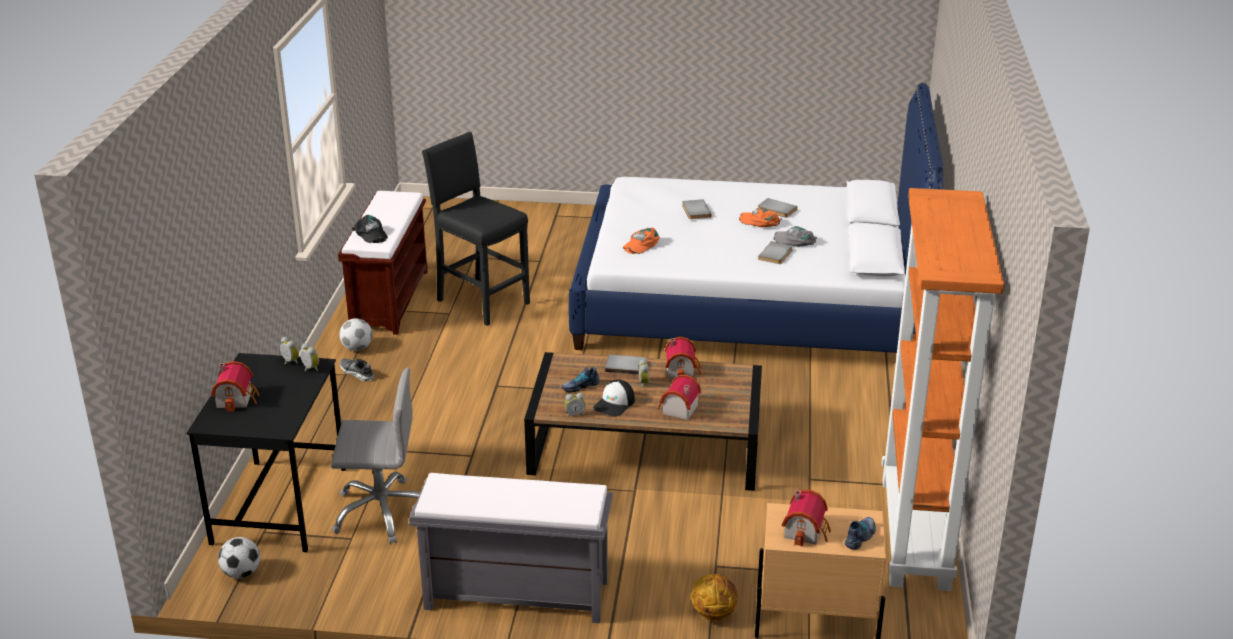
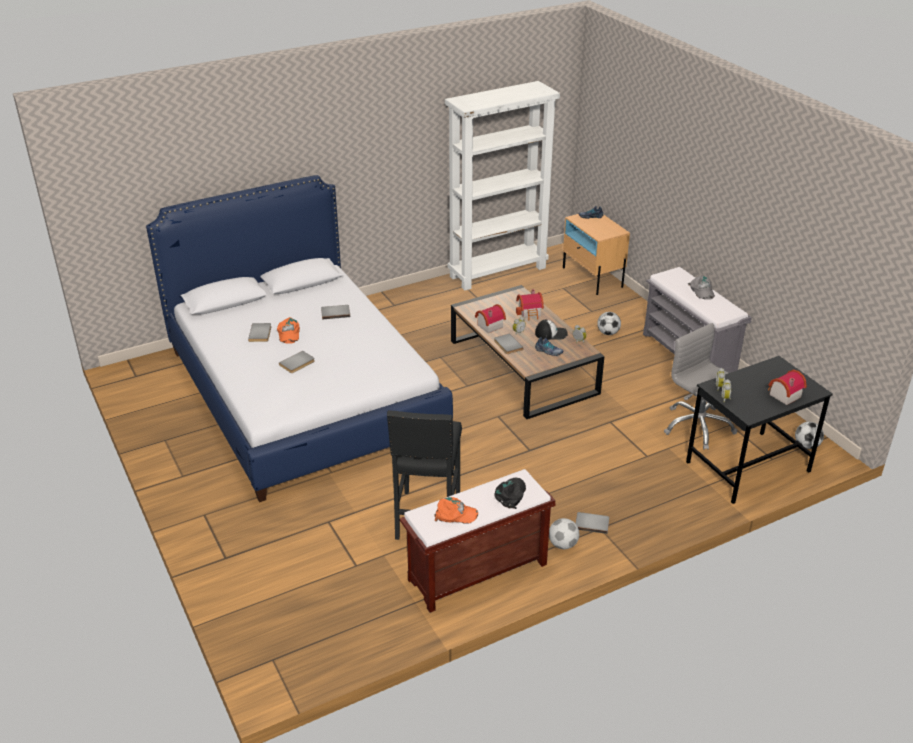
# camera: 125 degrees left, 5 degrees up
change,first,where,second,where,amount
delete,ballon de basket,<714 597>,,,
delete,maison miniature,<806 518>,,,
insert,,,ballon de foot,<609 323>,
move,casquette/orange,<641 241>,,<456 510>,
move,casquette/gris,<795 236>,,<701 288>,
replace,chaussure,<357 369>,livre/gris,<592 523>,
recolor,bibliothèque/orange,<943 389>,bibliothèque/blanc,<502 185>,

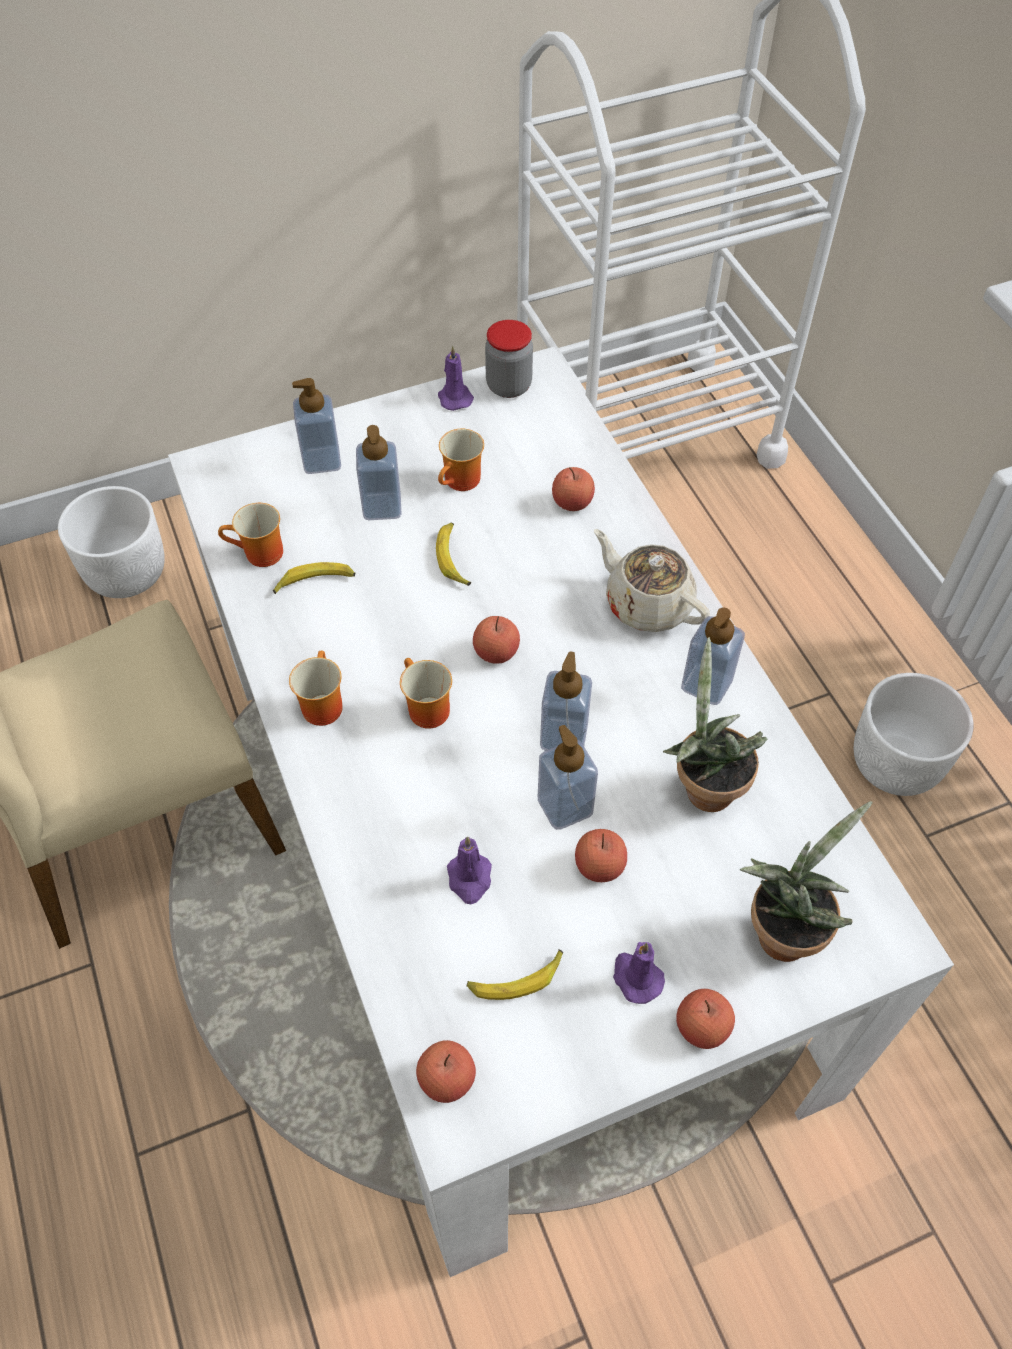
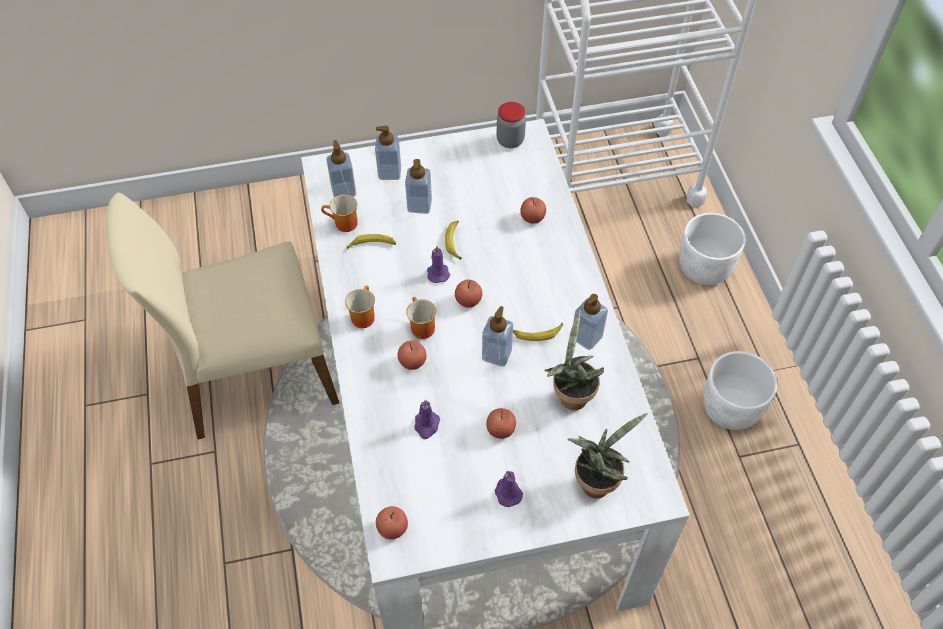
# camera: 10 degrees right, 0 degrees up
change,first,where,second,where,amount
delete,mug,<461 460>,,,
delete,théière/beige,<652 580>,,,
move,cache-pot/blanc,<111 542>,,<712 249>,
move,bougie/violet,<456 378>,,<438 264>,
move,banane,<515 974>,,<538 332>,
move,distributeur de savon,<568 777>,,<341 168>,
move,pomme,<705 1019>,,<412 355>,

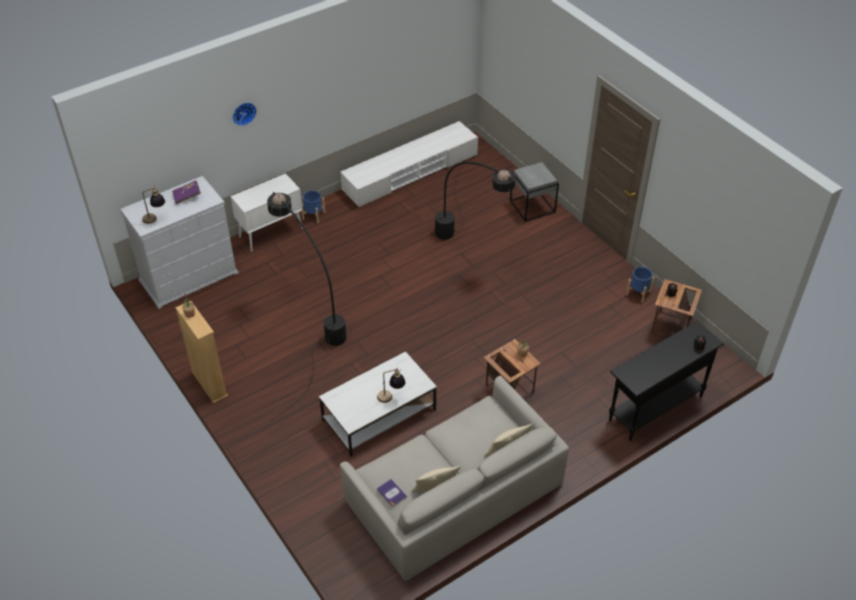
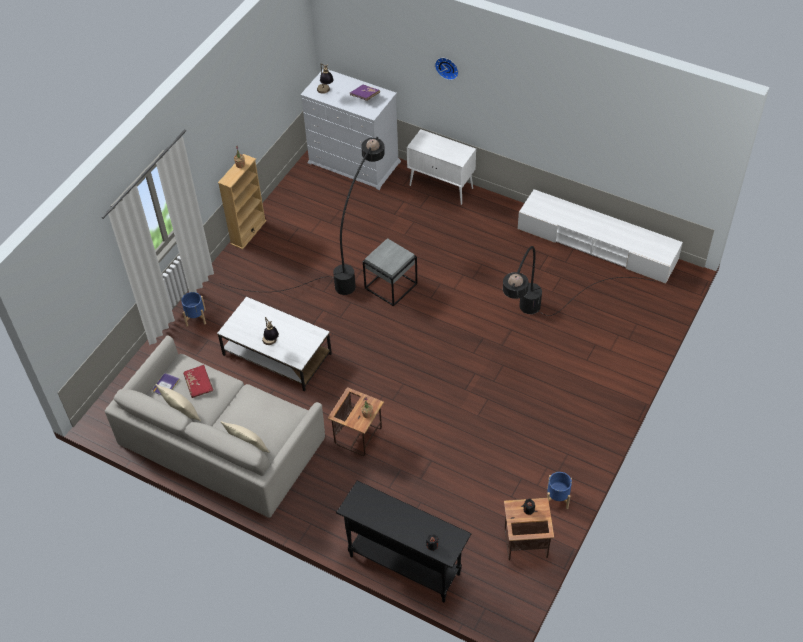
# camera: 65 degrees right, 5 degrees up
change,first,where,second,where,amount
insert,,,livre/rouge,<198 381>,
move,cache-pot/bleu,<313 206>,,<193 309>,
move,table d'appoint/gris,<534 192>,,<390 272>,

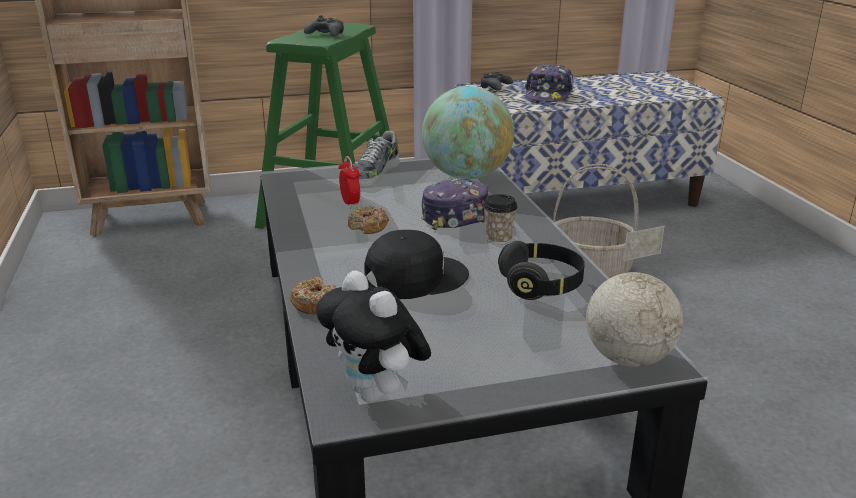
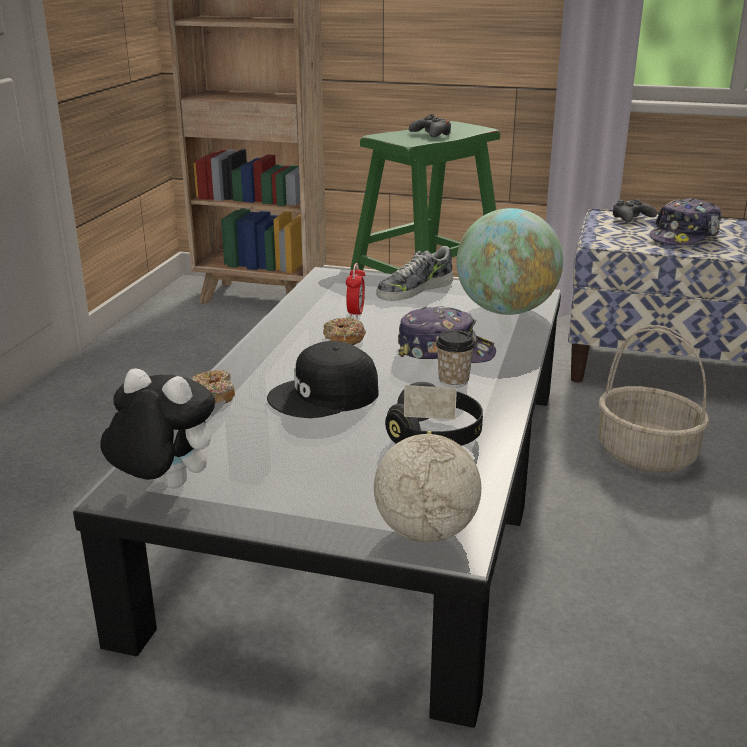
# camera: 30 degrees right, 0 degrees up
change,first,where,second,where,amount
rotate,peluche,<373 336>,,<157 428>,120 degrees clockwise
rotate,casquette/noir,<416 264>,,<322 379>,150 degrees clockwise

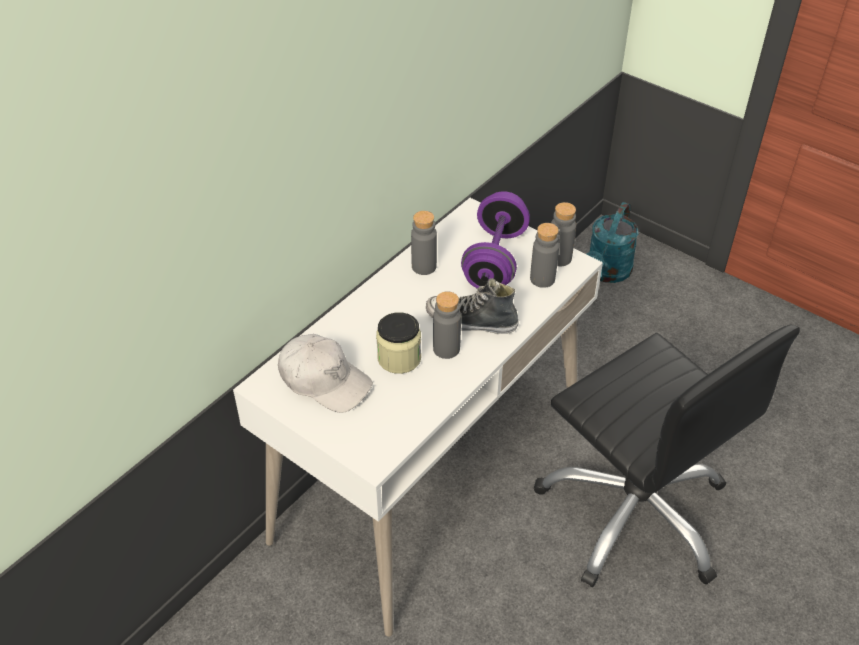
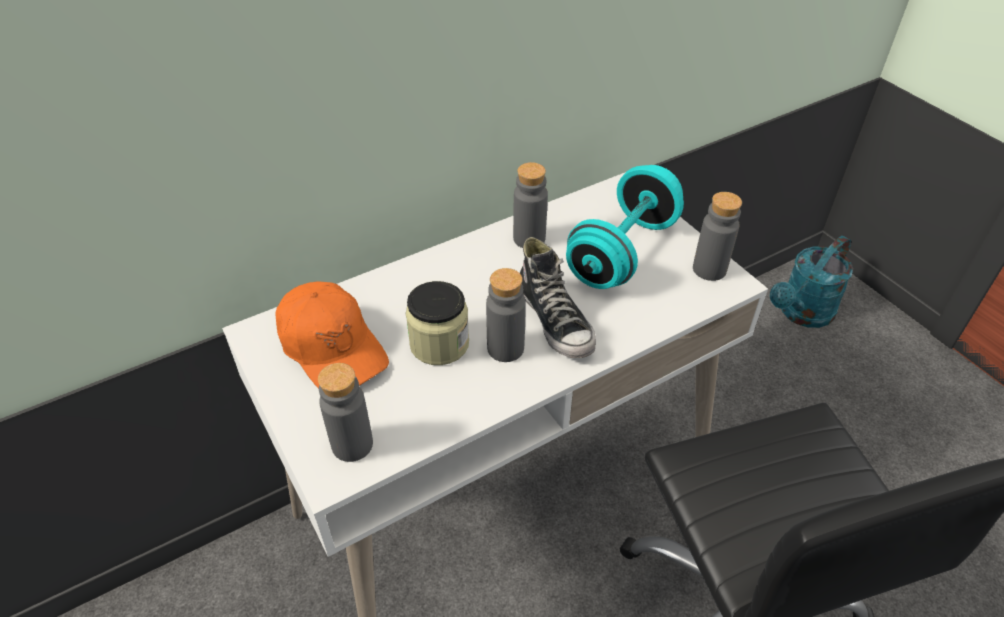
# camera: 20 degrees right, 0 degrees up
change,first,where,second,where,amount
move,bouteille/gris,<544 255>,,<345 412>,
recolor,casquette/blanc,<325 373>,casquette/orange,<332 335>,
recolor,haltère/violet,<495 240>,haltère/turquoise,<625 227>,
rotate,chaussure,<472 306>,,<558 297>,150 degrees counterclockwise

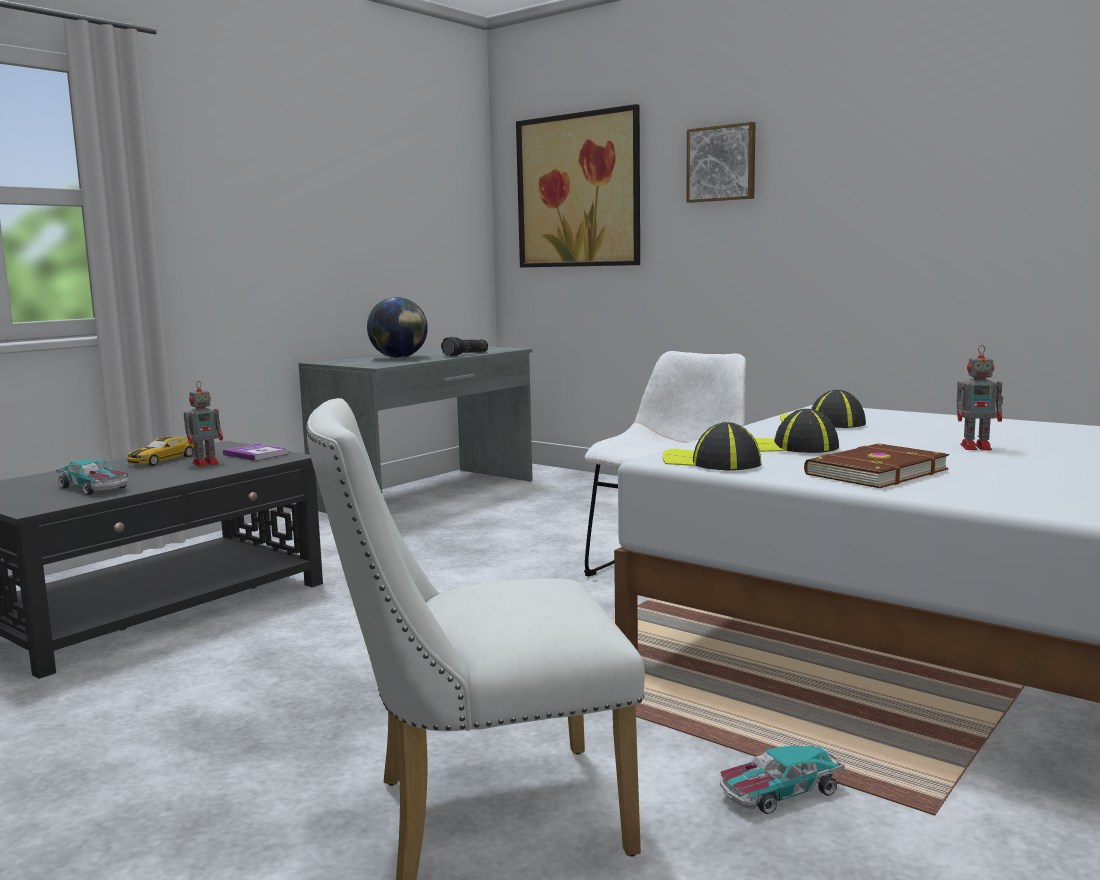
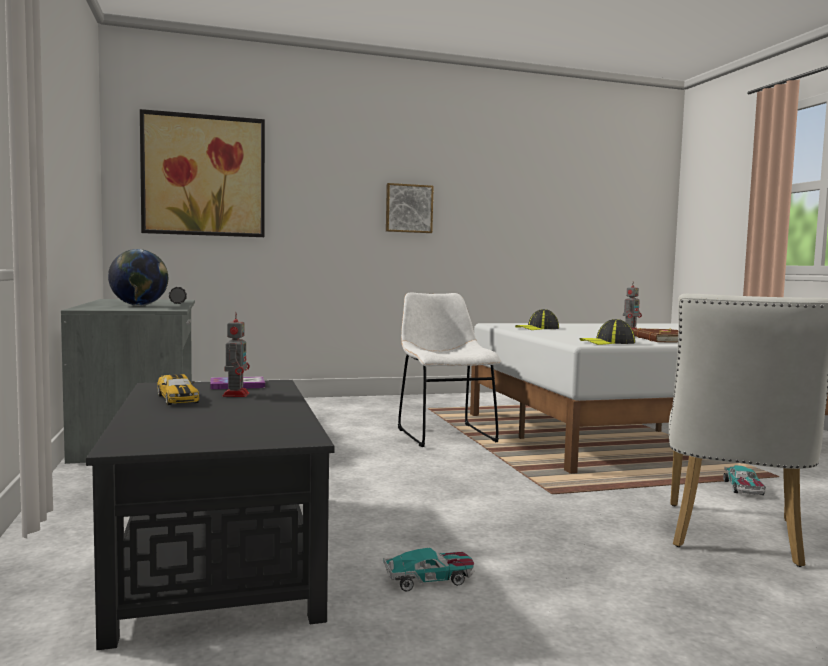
# camera: 55 degrees left, 5 degrees down
change,first,where,second,where,amount
delete,casquette,<796 431>,,,
move,petite voiture,<92 477>,,<428 569>,
move,tableau,<720 162>,,<410 208>,

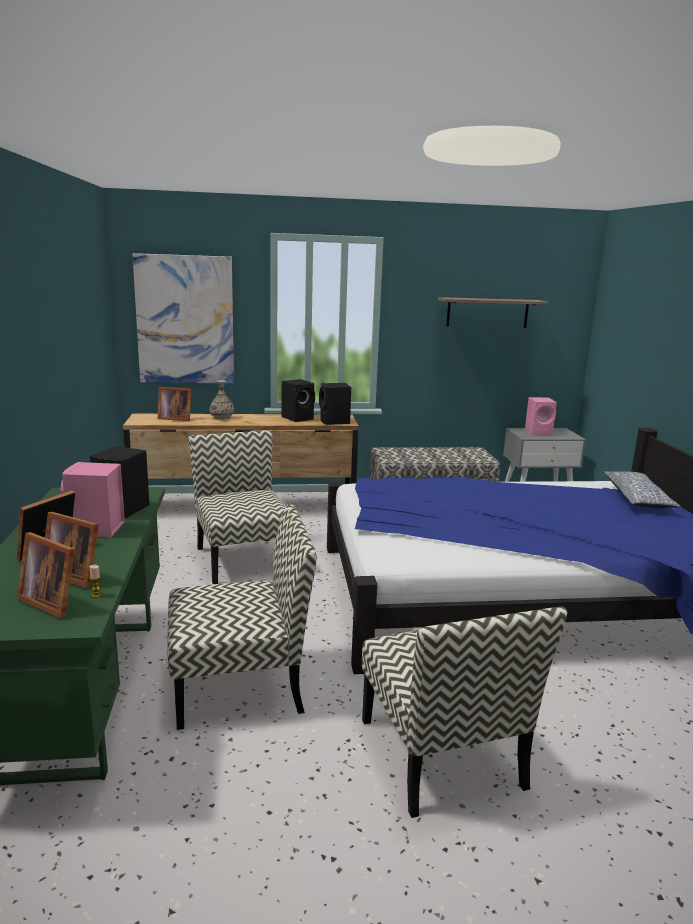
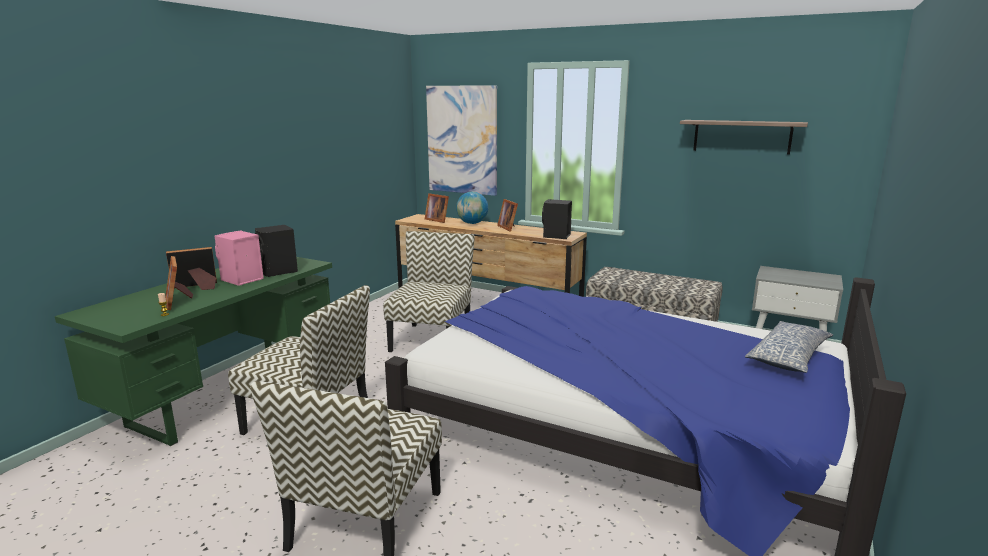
# camera: 35 degrees right, 0 degrees up
change,first,where,second,where,amount
delete,enceinte/noir,<298 400>,,,
delete,enceinte/rose,<541 416>,,,
move,cadre photo,<46 575>,,<507 215>,
replace,vase,<221 400>,globe,<472 208>,

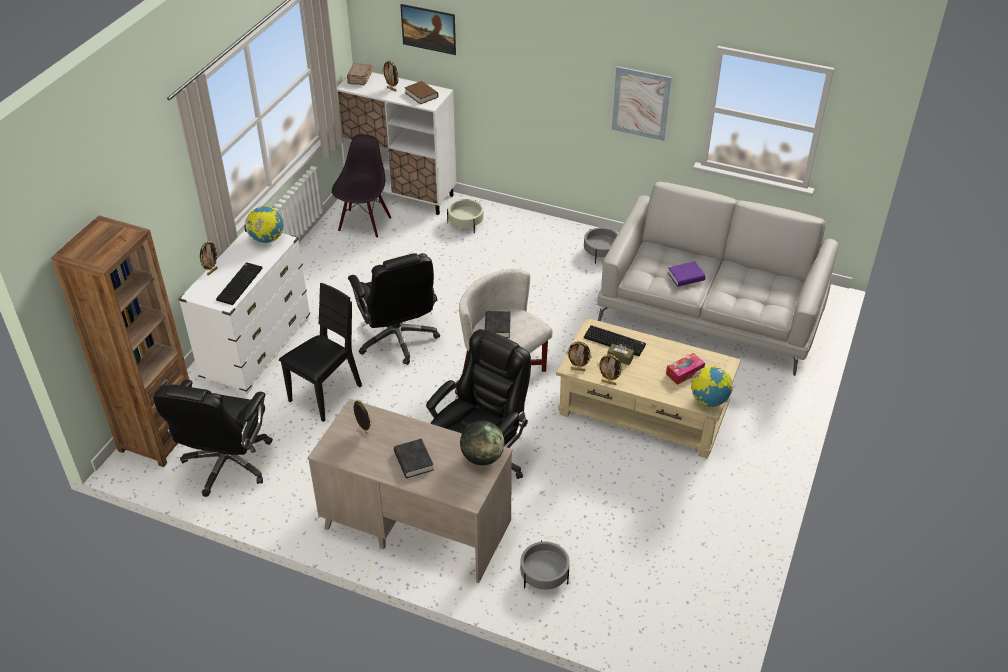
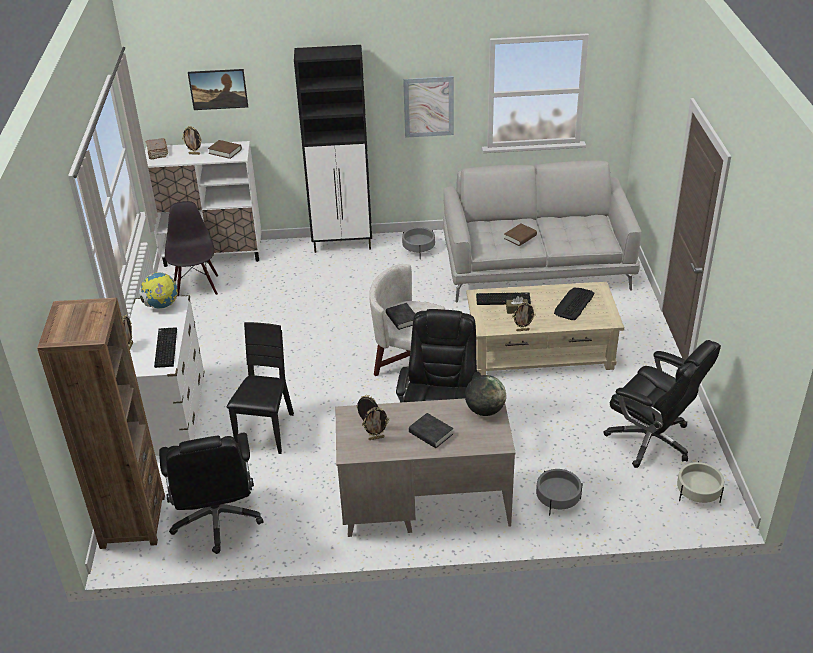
# camera: 25 degrees left, 5 degrees down
change,first,where,second,where,amount
delete,globe,<712 386>,,,
insert,,,meuble de rangement/noir,<333 149>,
move,chaise de bureau/noir,<394 309>,,<662 404>,
move,cache-pot/beige,<465 216>,,<700 482>,
move,cadre photo,<579 356>,,<375 423>,
replace,boîte à mouchoirs,<685 369>,clavier,<574 304>,
recolor,livre/violet,<687 274>,livre/marron,<520 235>,

